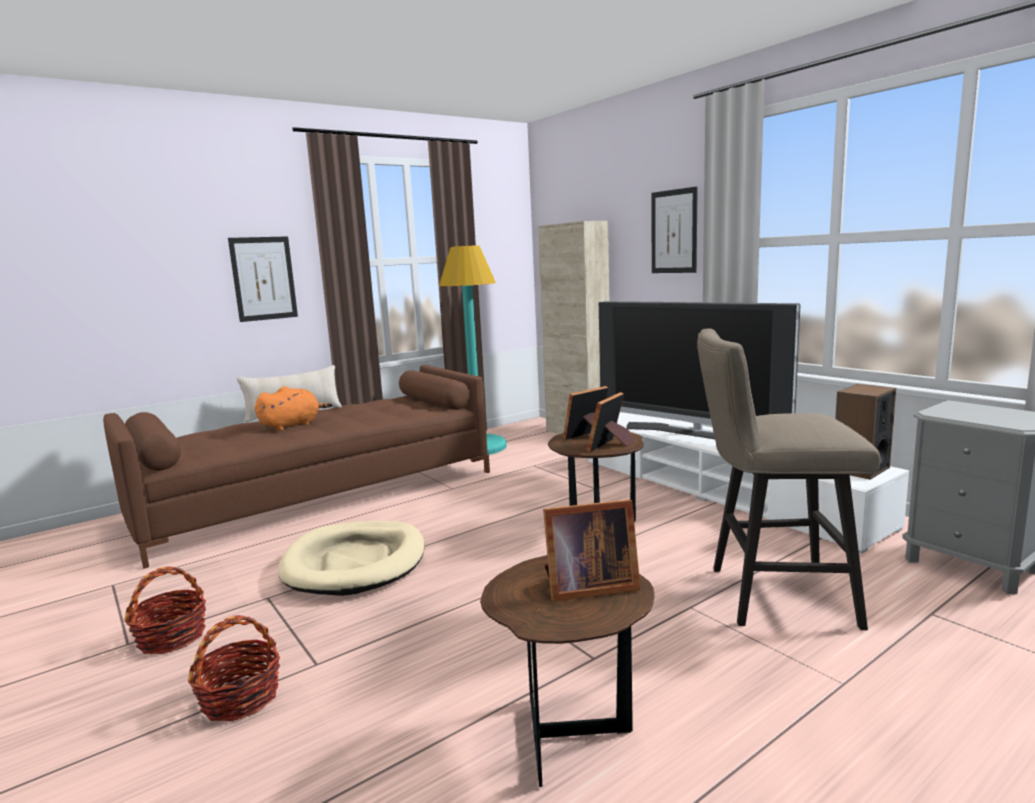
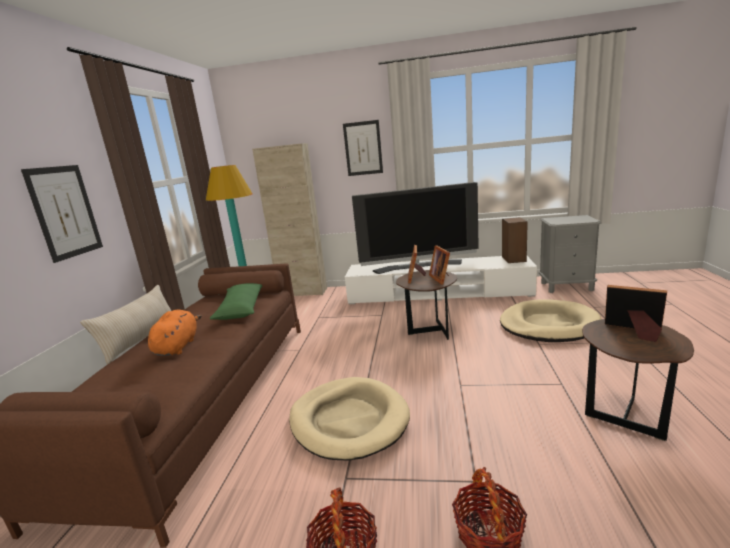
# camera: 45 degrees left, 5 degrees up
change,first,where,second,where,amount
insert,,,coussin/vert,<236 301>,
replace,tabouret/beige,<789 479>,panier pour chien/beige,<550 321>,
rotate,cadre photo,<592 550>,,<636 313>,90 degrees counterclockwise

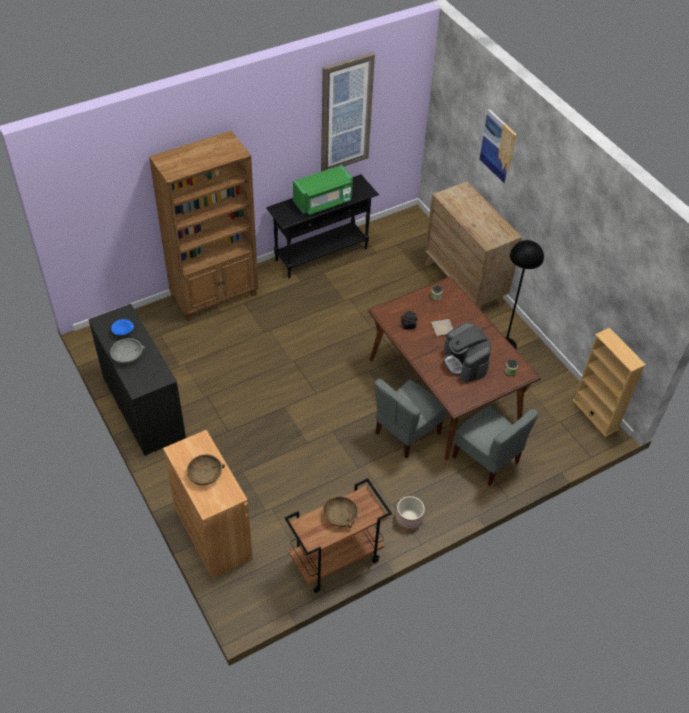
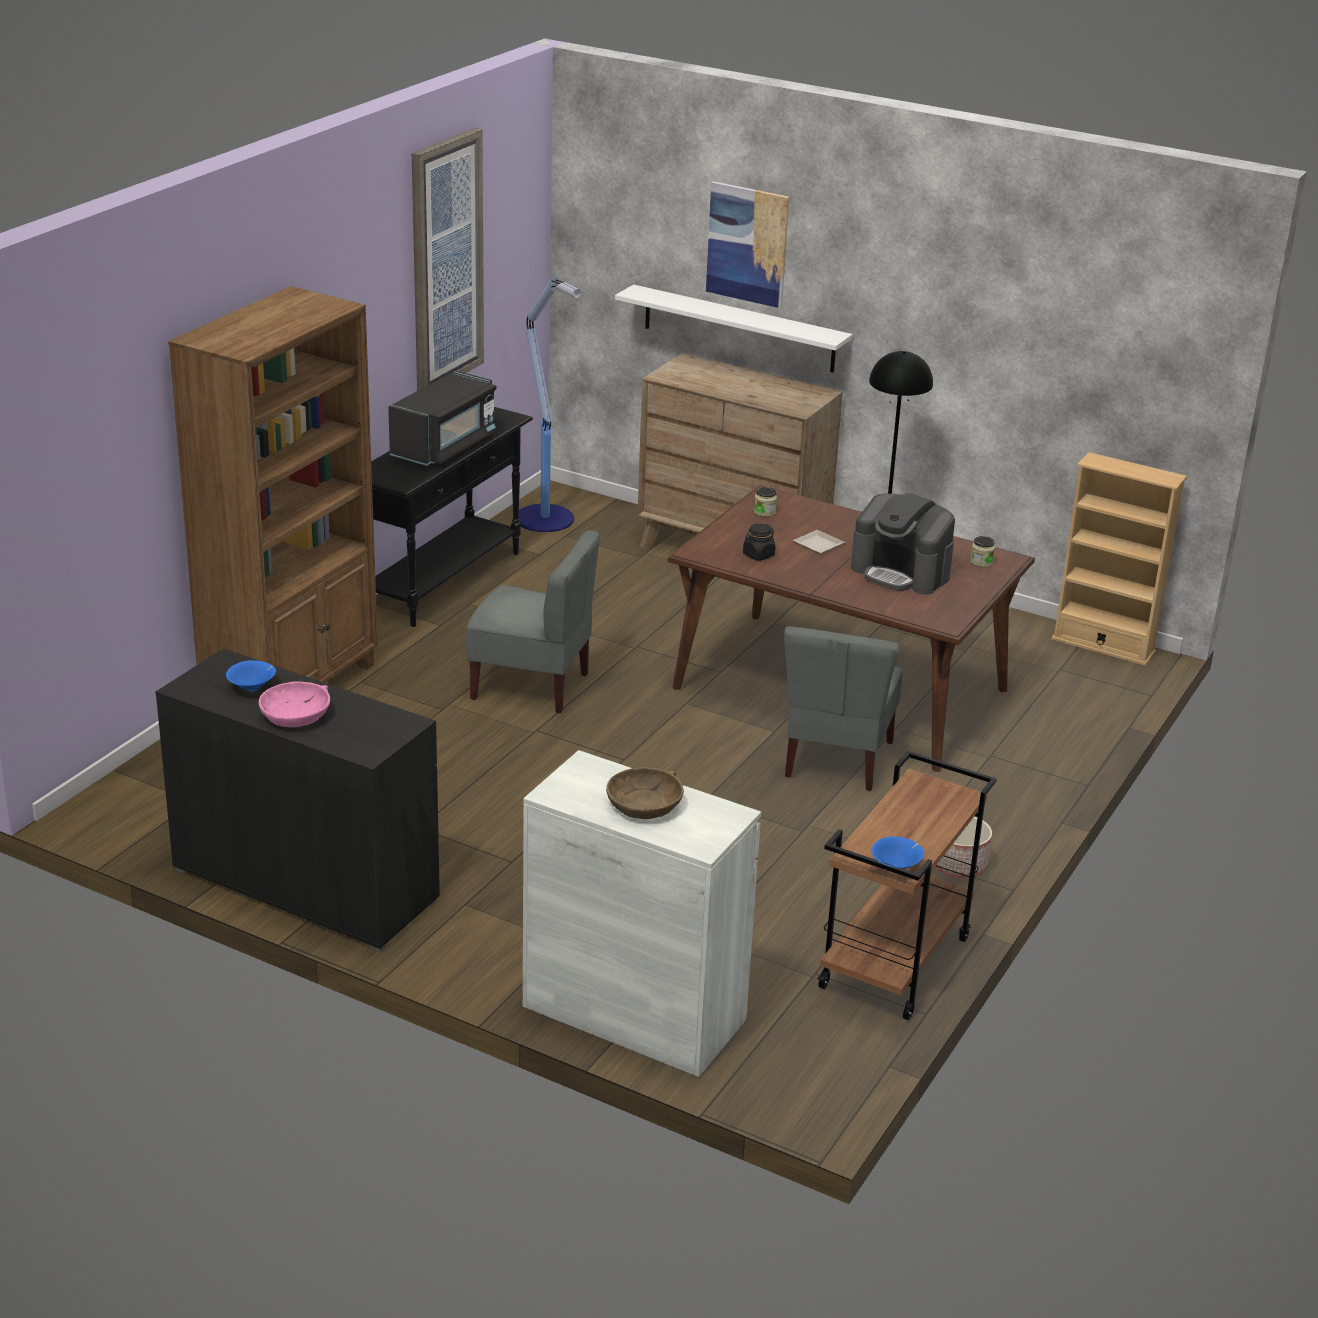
# camera: 30 degrees left, 20 degrees down
change,first,where,second,where,amount
delete,bol/marron,<340 512>,,,
insert,,,lampadaire,<550 404>,
insert,,,étagère/blanc,<733 329>,
insert,,,bol/bleu,<897 852>,
move,chaise/gris,<495 445>,,<533 622>,
recolor,bol/gris,<127 351>,bol/rose,<294 704>,
recolor,meuble de rangement/marron,<208 504>,meuble de rangement/blanc,<642 913>,
recolor,micro-ondes/vert,<323 190>,micro-ondes/noir,<442 418>,

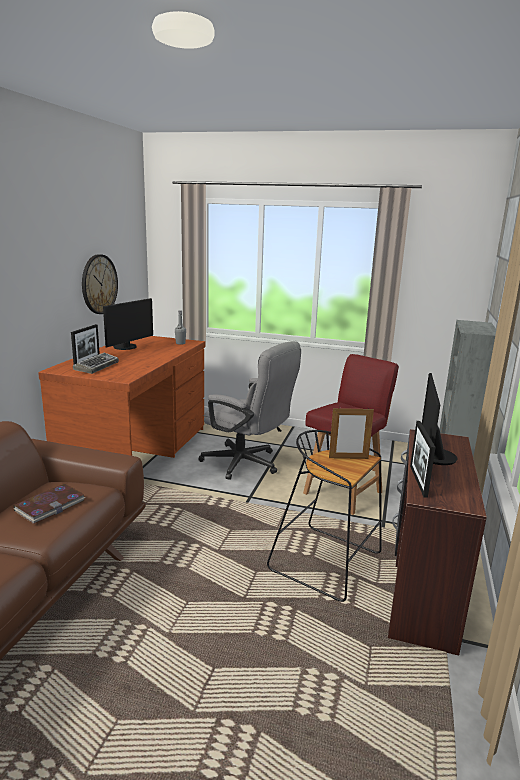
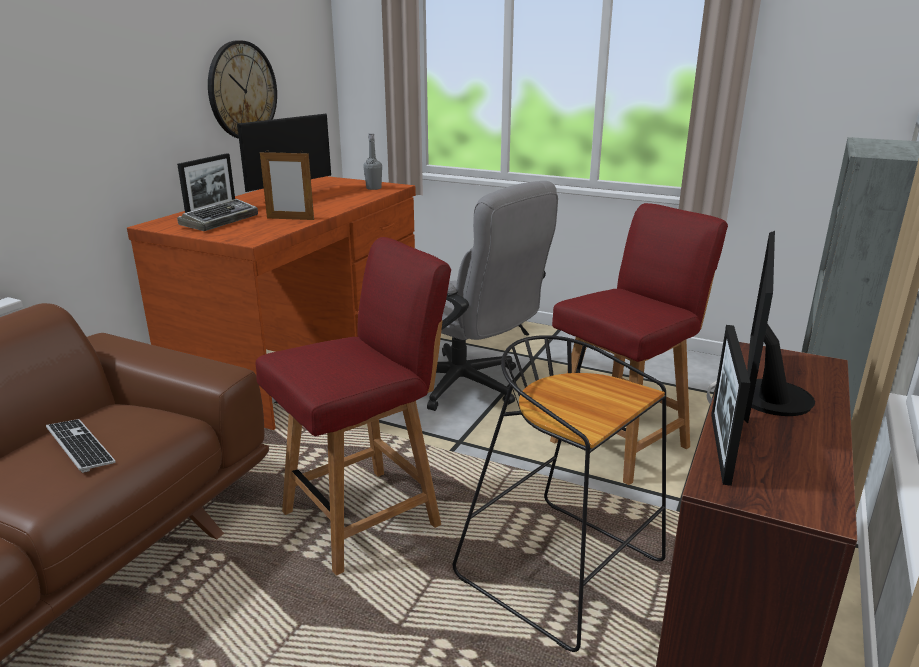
# camera: 10 degrees right, 5 degrees up
change,first,where,second,where,amount
insert,,,chaise/rouge,<353 406>,
move,cadre photo,<351 433>,,<287 186>,
replace,livre,<49 504>,clavier,<81 446>,

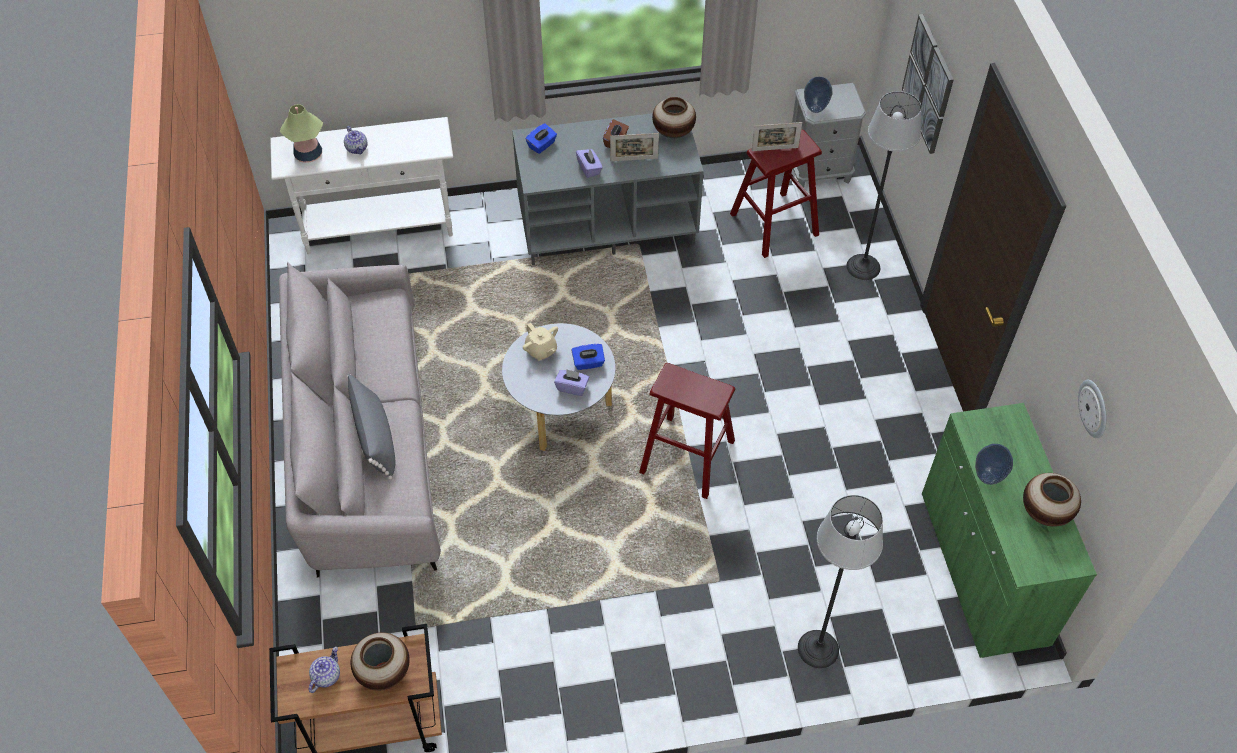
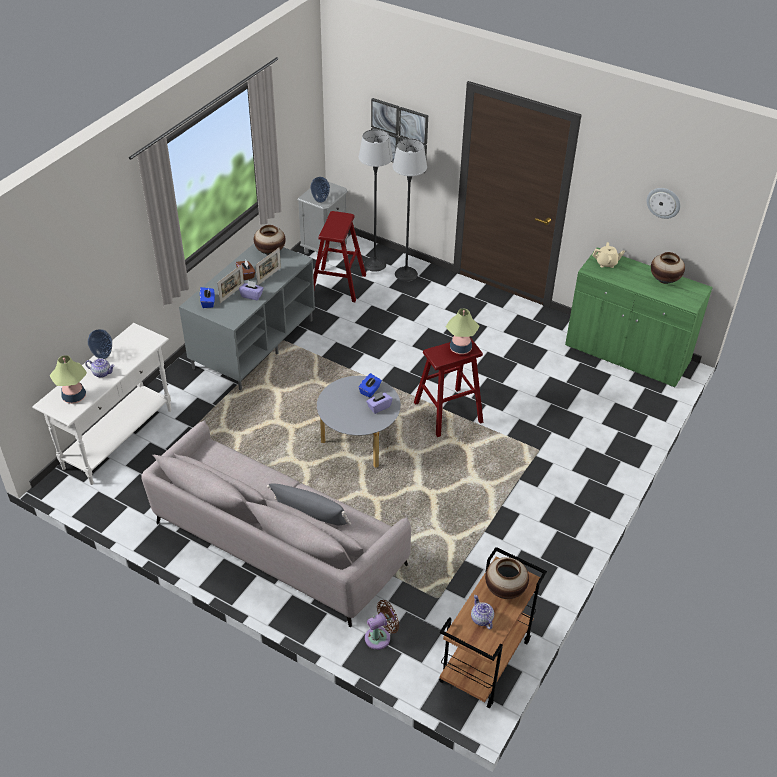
# camera: 50 degrees left, 10 degrees down
change,first,where,second,where,amount
insert,,,ventilateur/marron,<382 625>,
insert,,,lampe de table,<462 331>,
move,théière/beige,<540 342>,,<609 255>,
move,cadre photo,<776 136>,,<230 283>,
move,lampadaire,<840 581>,,<376 200>,
move,vase,<994 464>,,<100 344>,

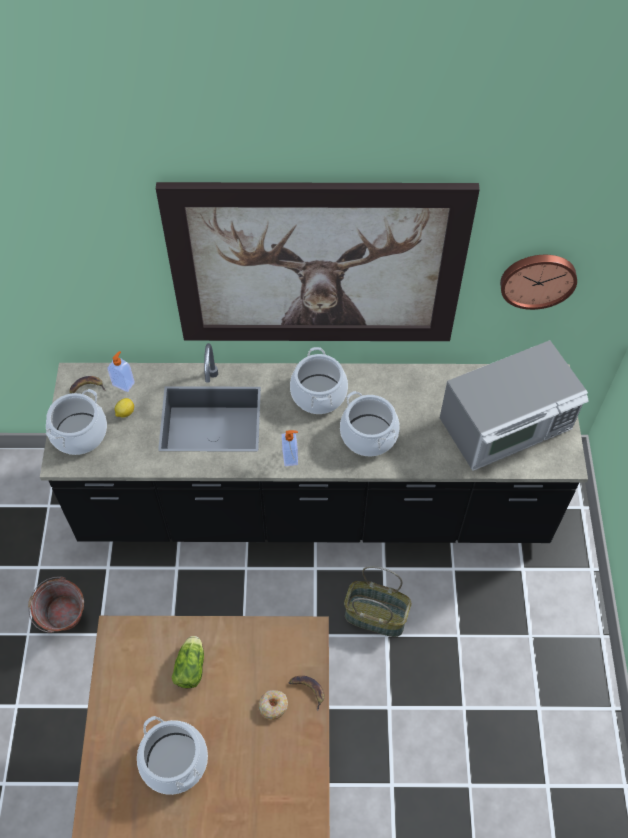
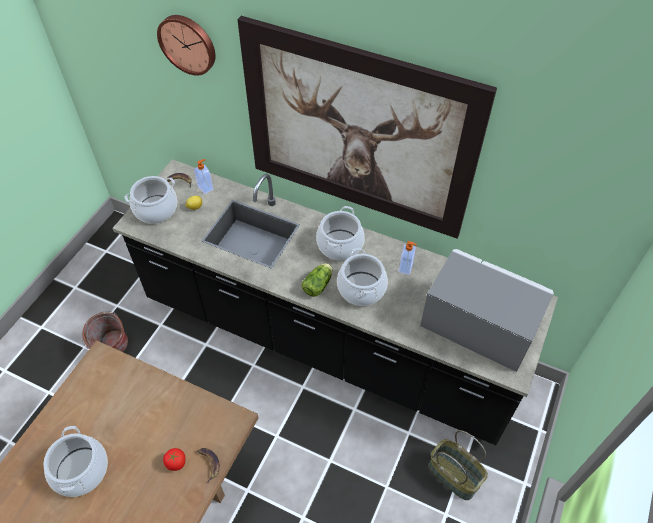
# camera: 25 degrees right, 5 degrees down
change,first,where,second,where,amount
move,laitue,<188 662>,,<317 280>,
move,distributeur de savon,<290 448>,,<408 258>,
move,panier,<377 601>,,<458 465>,
move,horloge murale,<538 282>,,<186 45>,
replace,beignet,<273 705>,tomate,<174 459>,
rotate,micro-ondes,<514 405>,,<487 310>,150 degrees counterclockwise

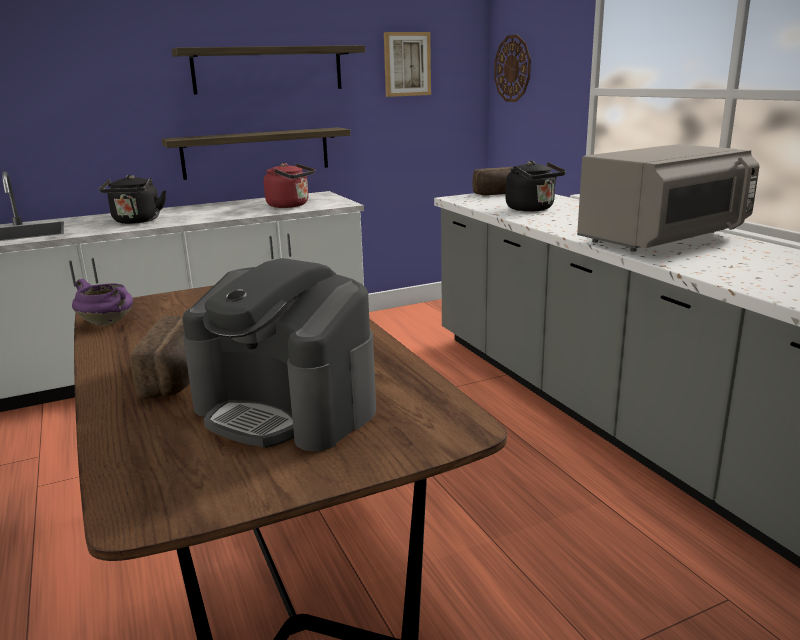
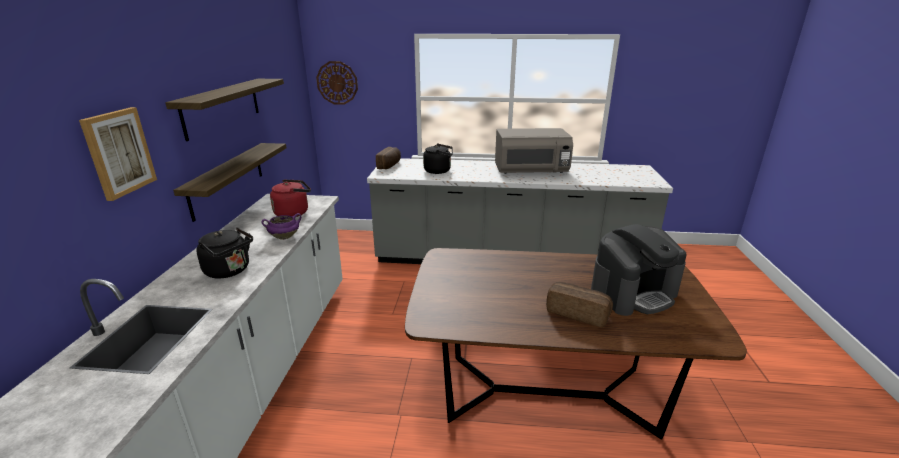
# camera: 60 degrees left, 5 degrees up
change,first,where,second,where,amount
move,marmite/violet,<102 302>,,<281 226>,
move,tableau,<407 64>,,<118 154>,
rotate,micro-ondes/gris,<668 198>,,<534 151>,90 degrees clockwise

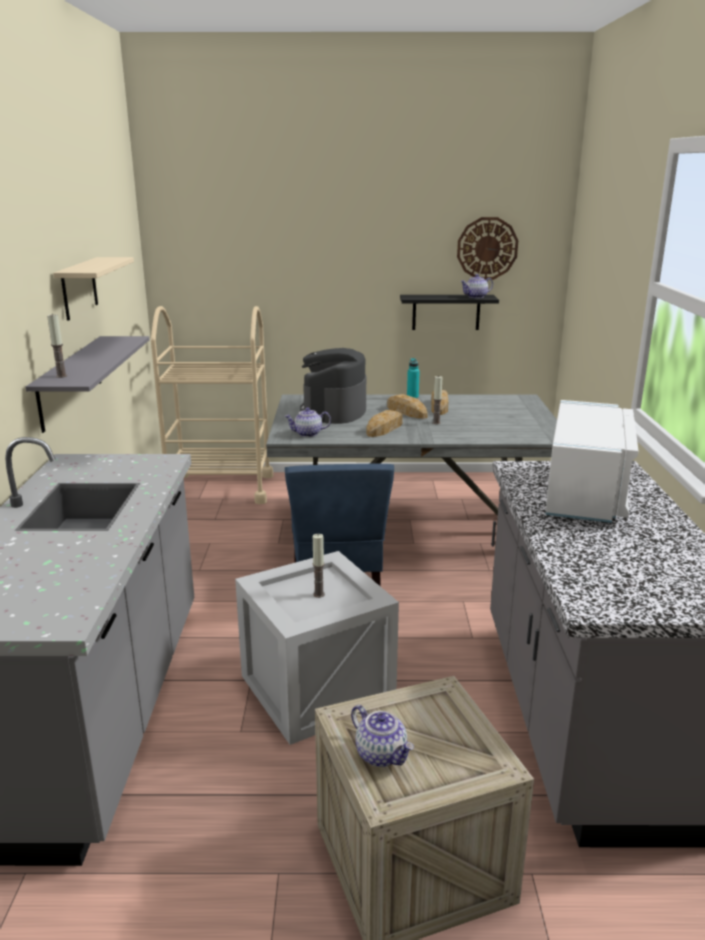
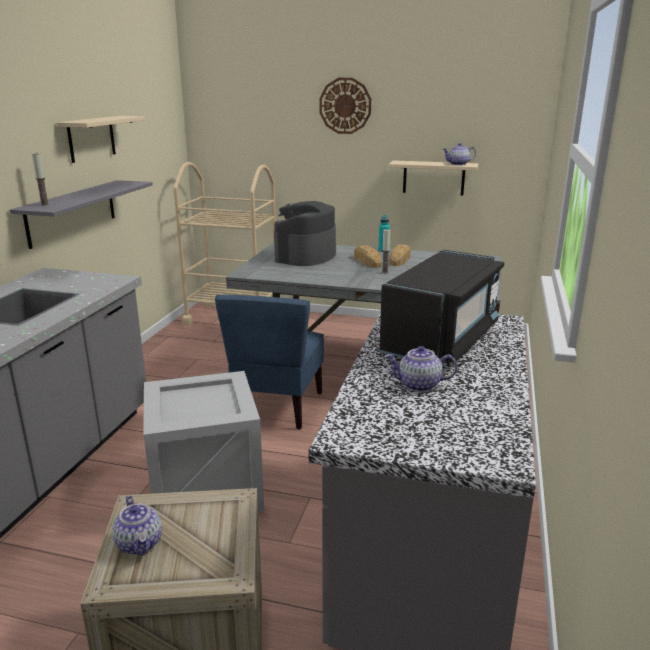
# camera: 15 degrees right, 0 degrees up
change,first,where,second,where,amount
delete,bougie,<319 566>,,,
delete,pain,<384 423>,,,
move,théière,<308 422>,,<421 369>,
move,horloge murale,<487 248>,,<345 106>,
recolor,étagère/noir,<449 312>,étagère/beige,<433 177>,
recolor,micro-ondes/blanc,<592 461>,micro-ondes/noir,<441 306>,

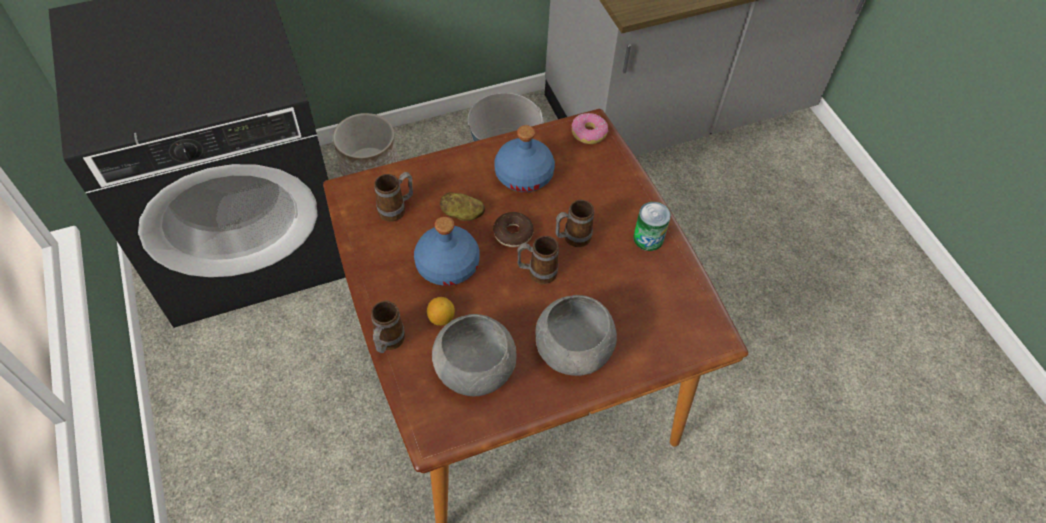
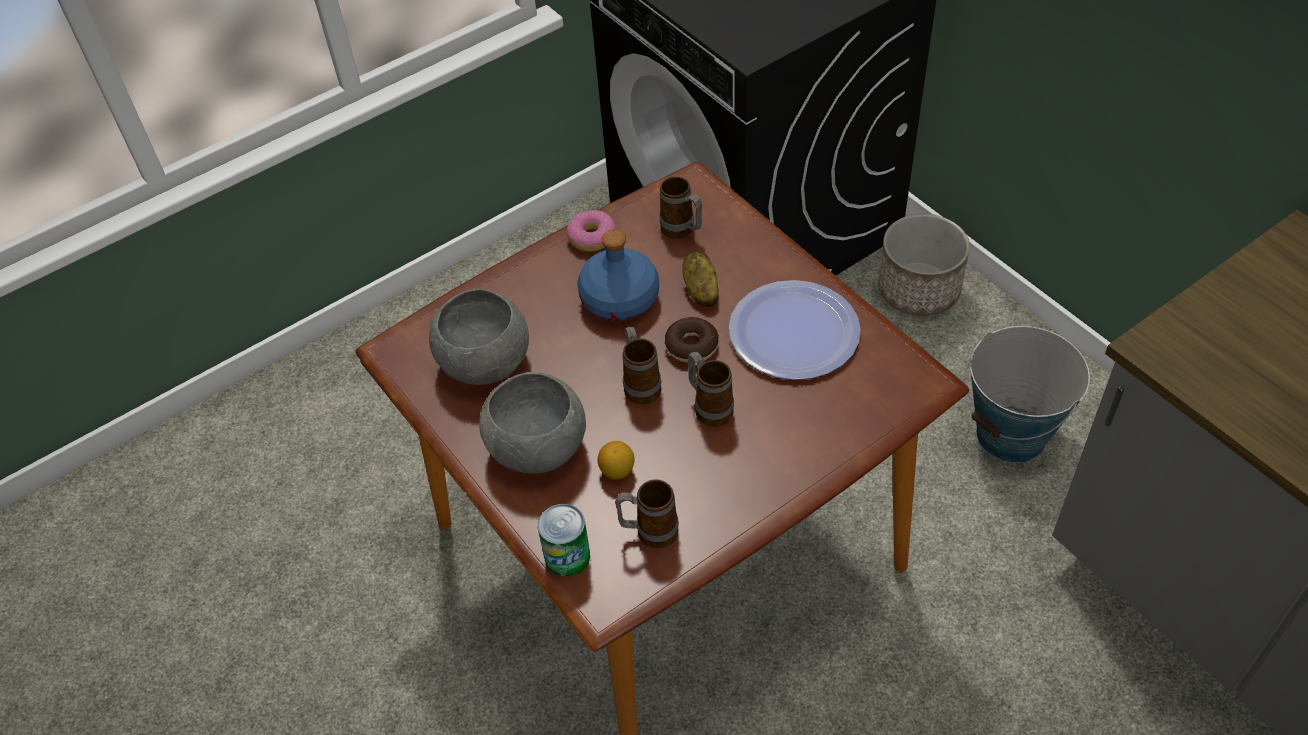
# camera: 80 degrees right, 5 degrees down
change,first,where,second,where,amount
move,mug,<388 327>,,<647 514>,
move,citron,<441 311>,,<616 460>,
move,beignet,<590 128>,,<591 231>,
move,boîte métallique,<652 226>,,<564 540>,
replace,bouteille/bleu,<524 158>,assiette,<795 330>,

